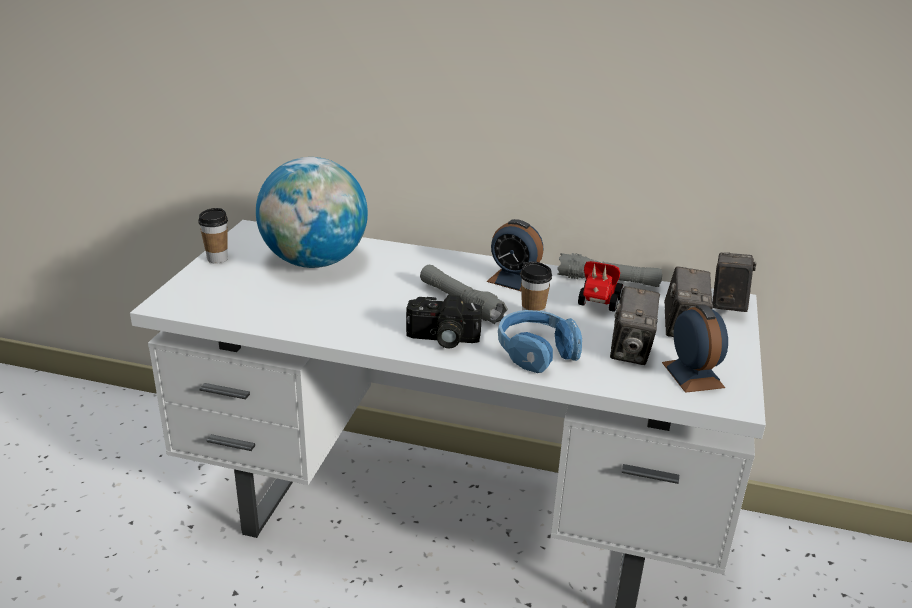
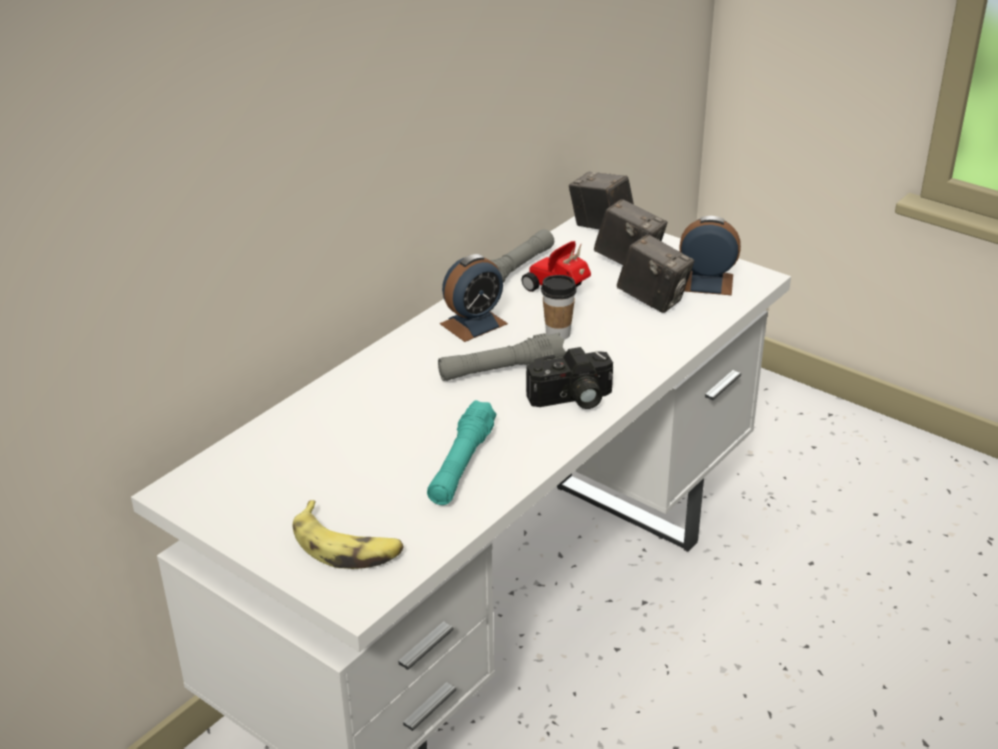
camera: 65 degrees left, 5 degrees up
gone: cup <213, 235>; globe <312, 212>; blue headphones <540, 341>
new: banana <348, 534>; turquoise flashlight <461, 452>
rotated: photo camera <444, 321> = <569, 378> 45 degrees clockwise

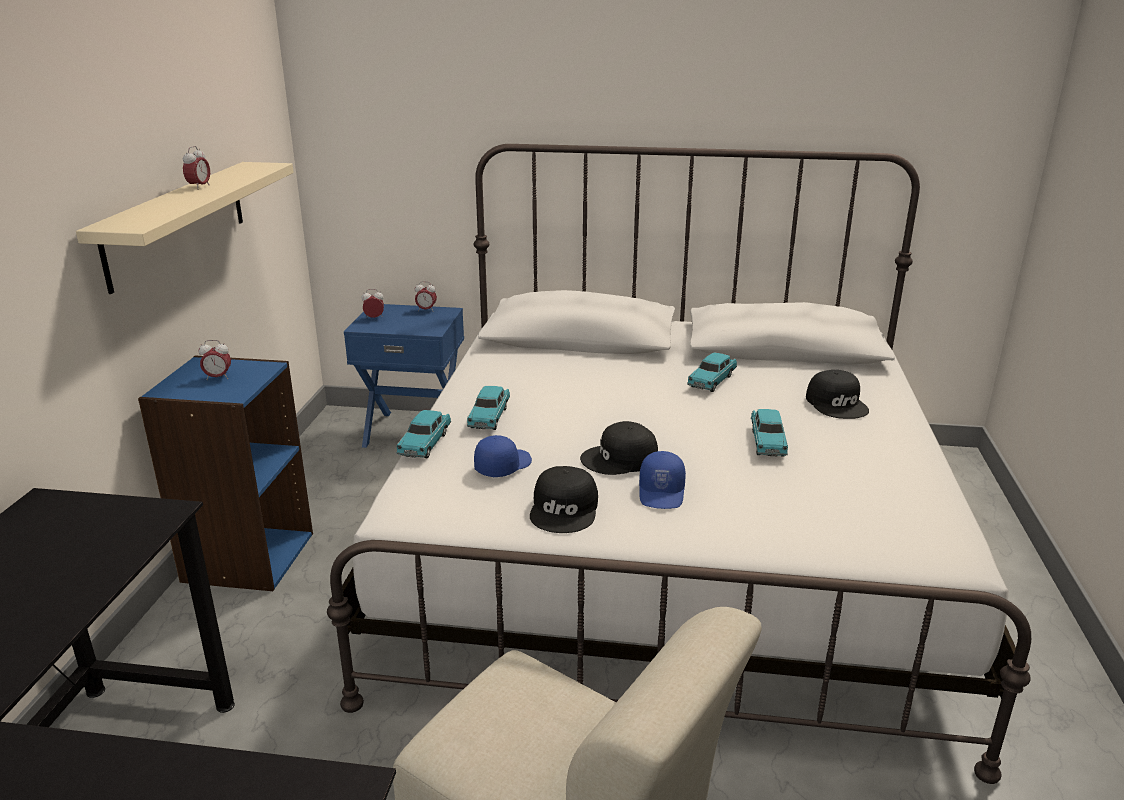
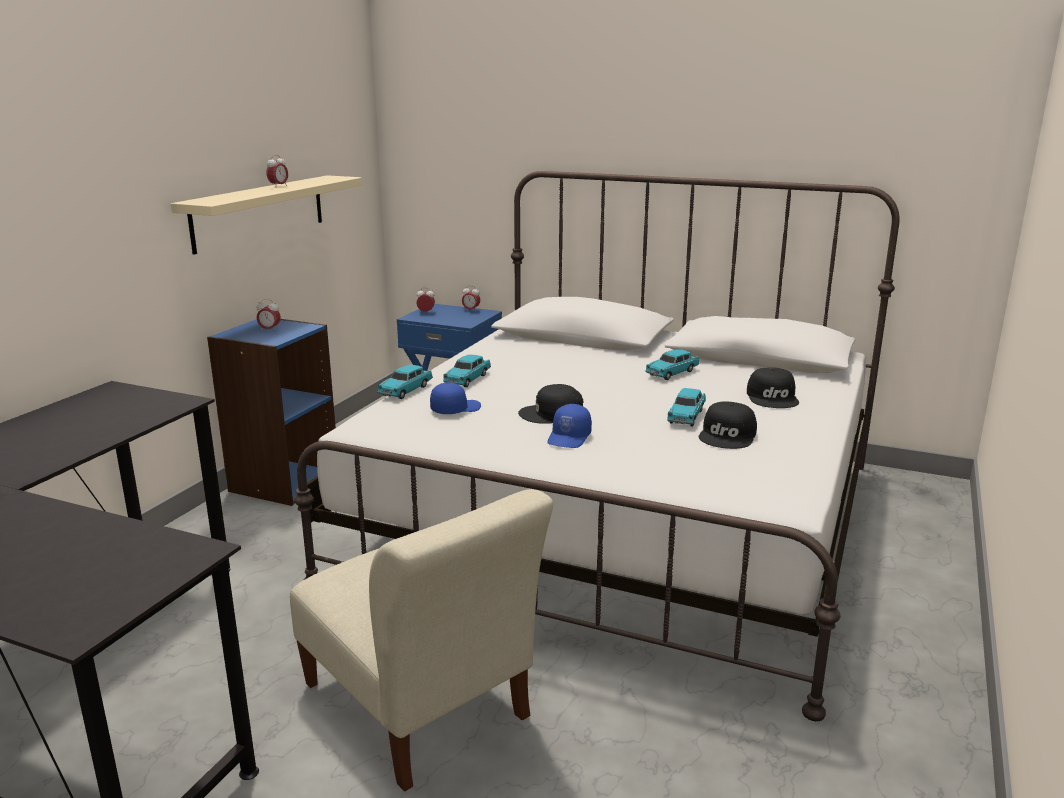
camera: 15 degrees right, 5 degrees down
shifted: black cap <564, 499> to <728, 425>

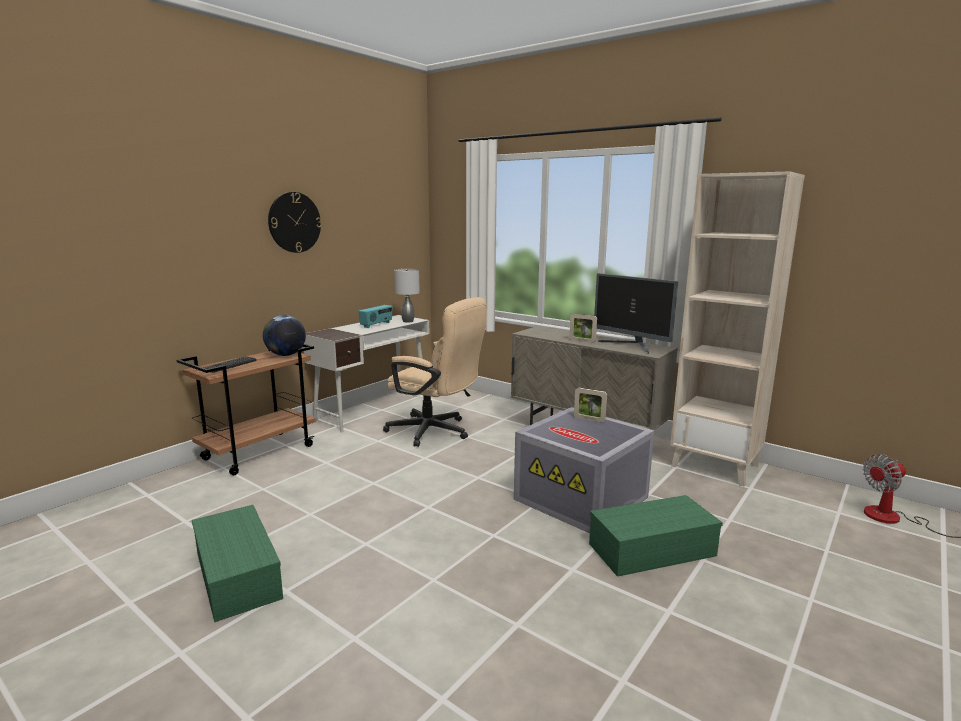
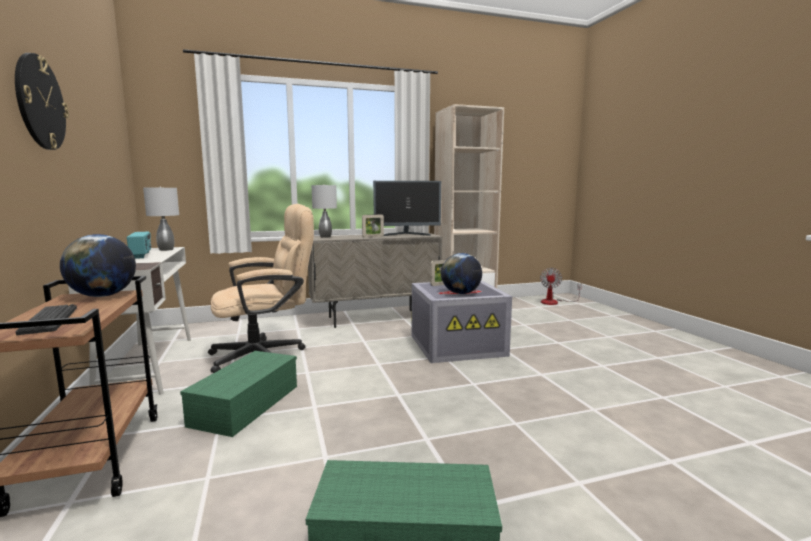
camera: 55 degrees left, 5 degrees down
new: grey table lamp <324, 211>; globe <461, 273>
shifted: green storage box <656, 536> to <238, 394>

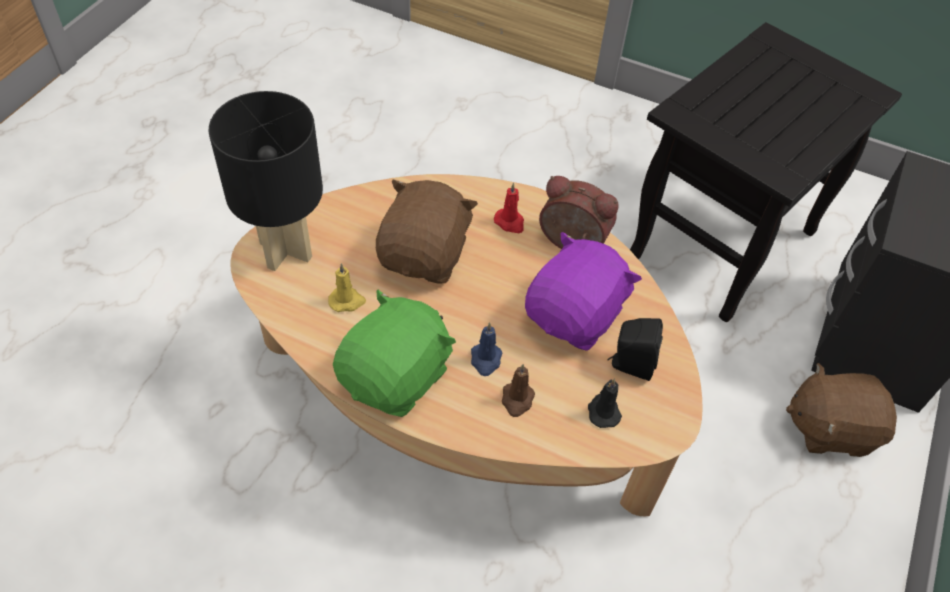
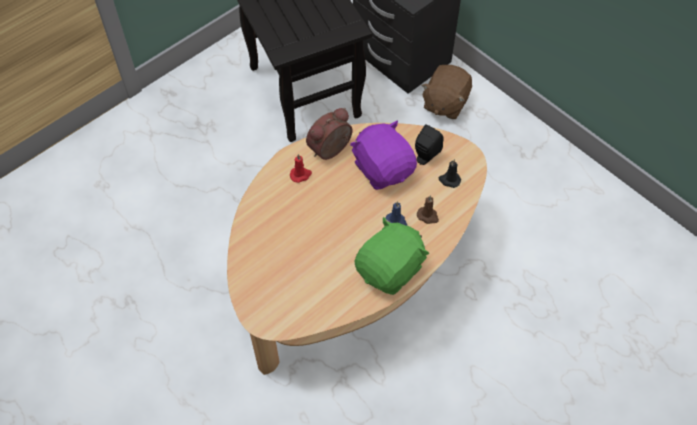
camera: 65 degrees left, 5 degrees up
gone: black table lamp <266, 181>; yellow candle <347, 287>; brown plush toy <427, 231>
rotated: green plush toy <394, 353> = <392, 256> 75 degrees clockwise

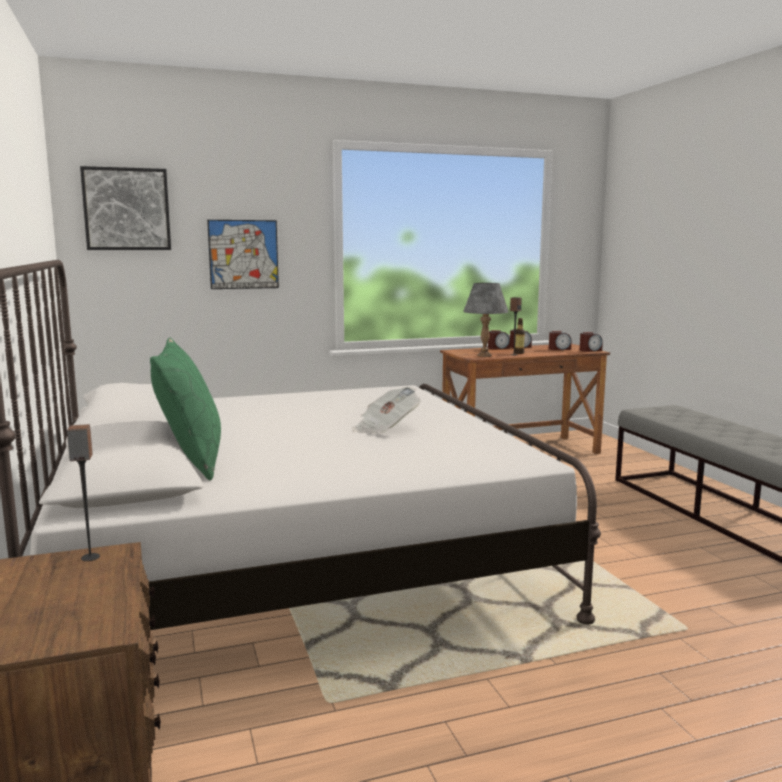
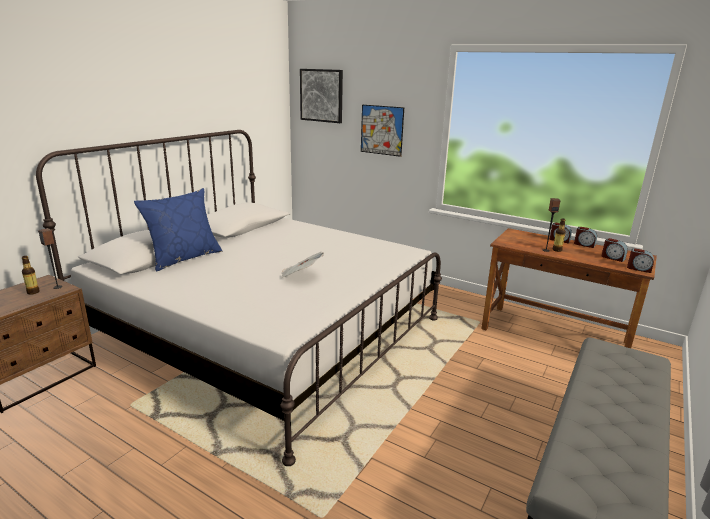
camera: 50 degrees right, 10 degrees up
gone: grey table lamp <485, 320>
new: bottle <30, 275>
repainted: green pillow <185, 409> to blue pillow <178, 230>

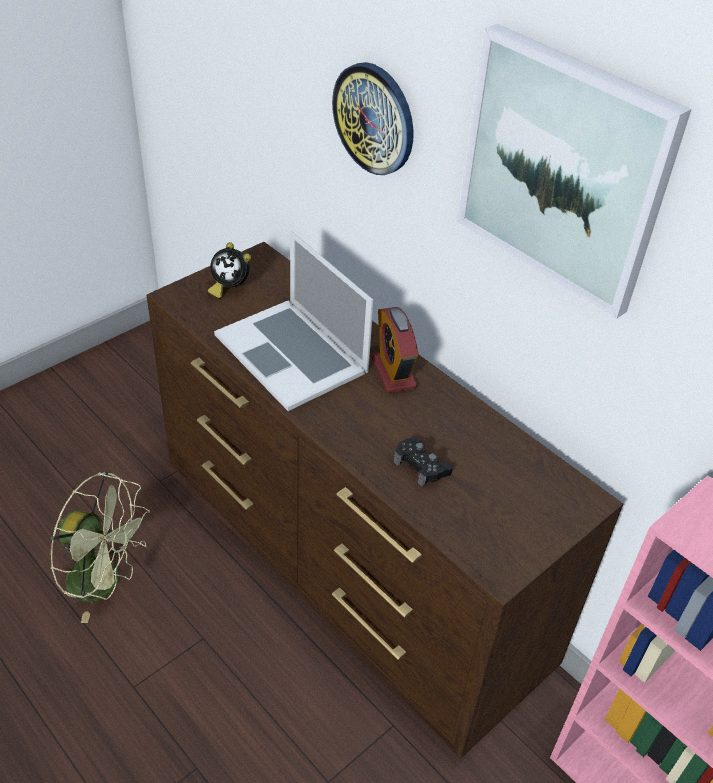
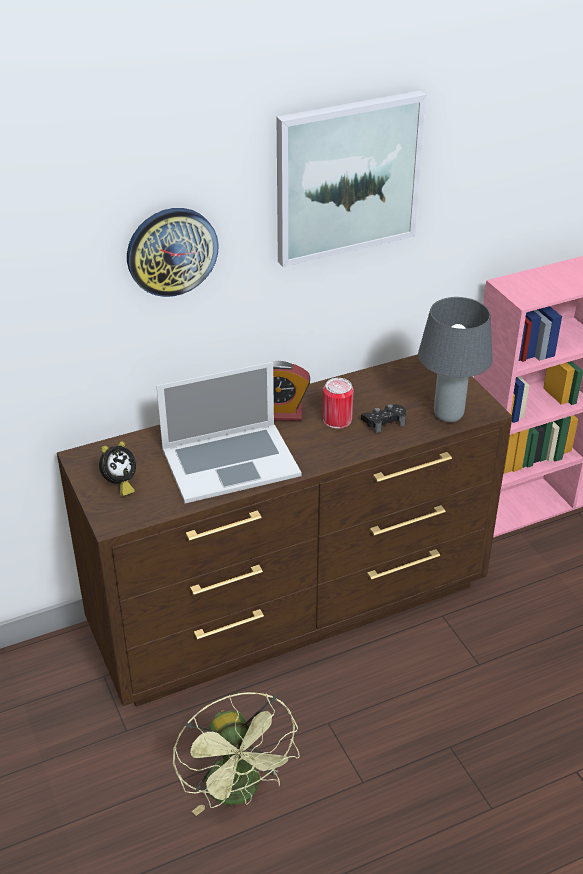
camera: 70 degrees left, 5 degrees down
new: can <338, 403>; grey table lamp <455, 360>
rotated: green fan <100, 547> = <236, 754> 120 degrees clockwise

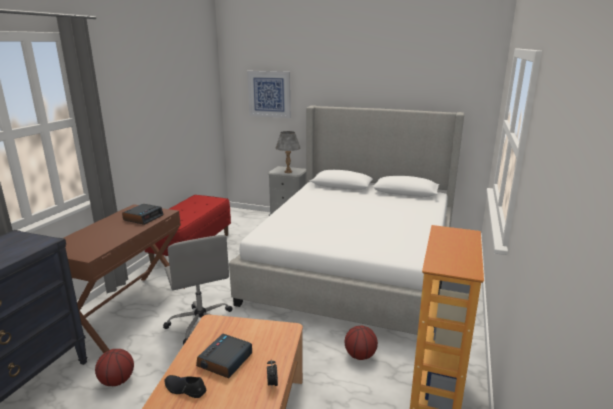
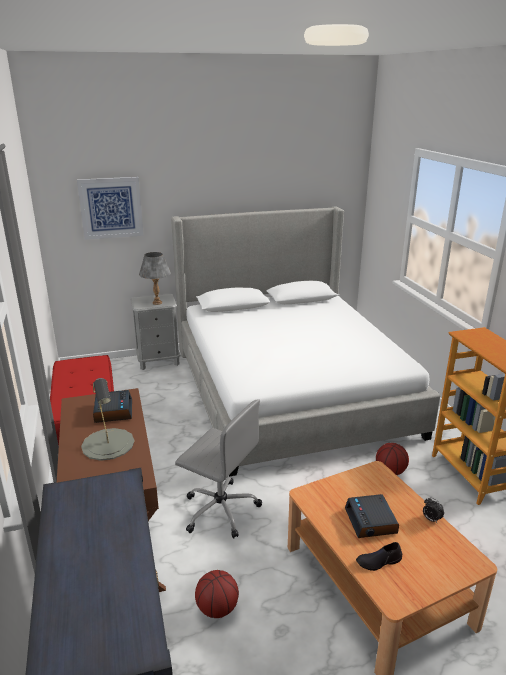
camera: 35 degrees left, 5 degrees up
new: grey table lamp <108, 419>

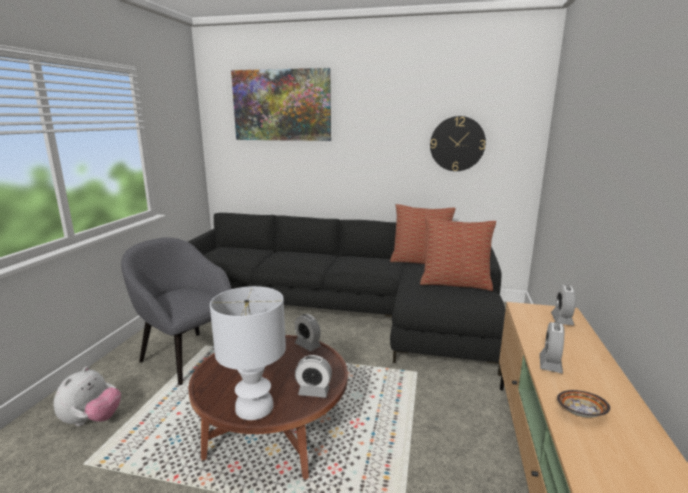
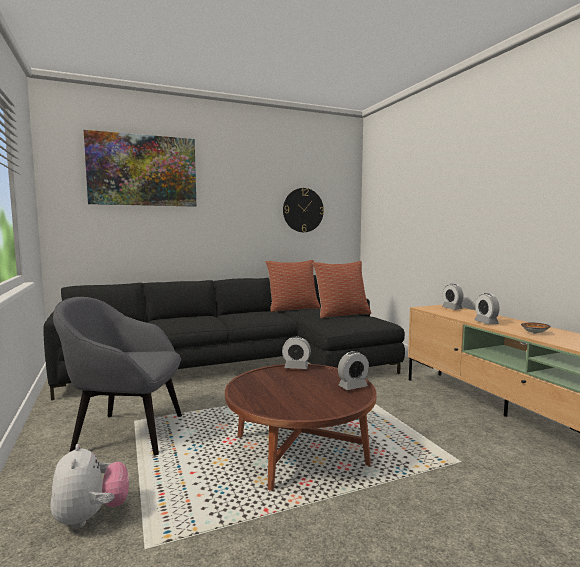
camera: 35 degrees left, 10 degrees down
gone: white table lamp <248, 353>

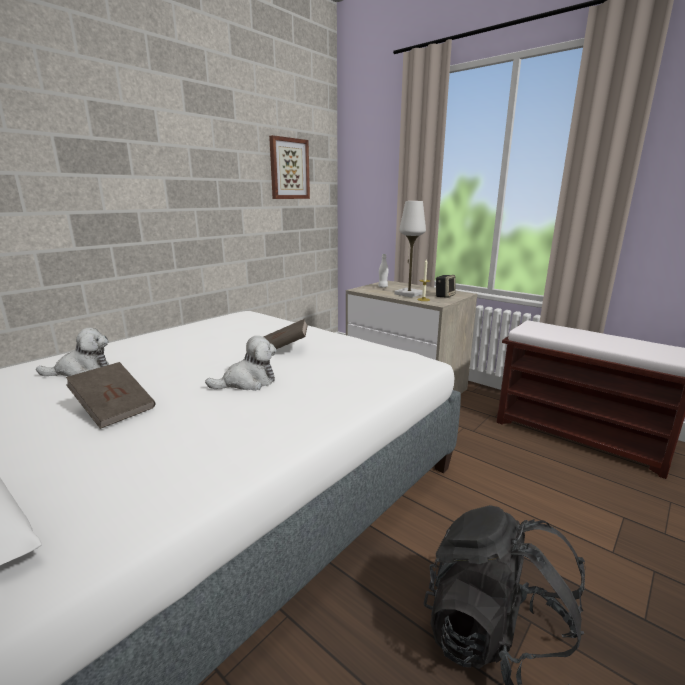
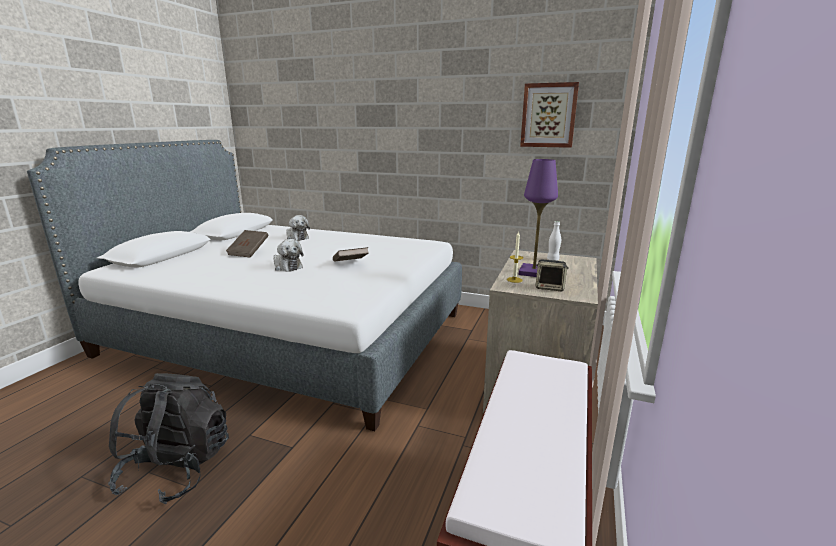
camera: 70 degrees right, 0 degrees up
repainted: white table lamp <410, 249> to purple table lamp <538, 218>

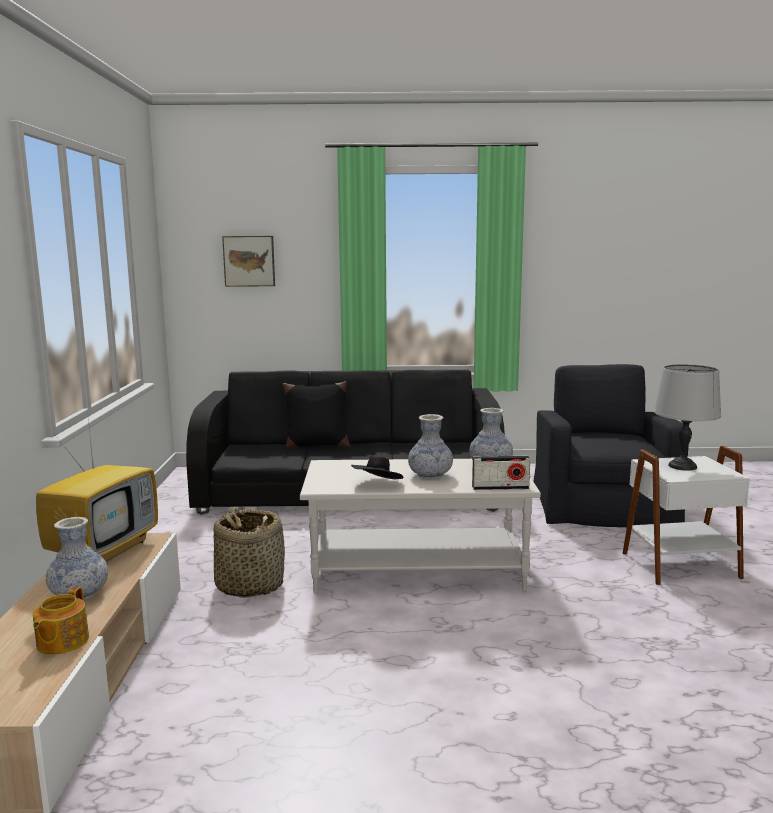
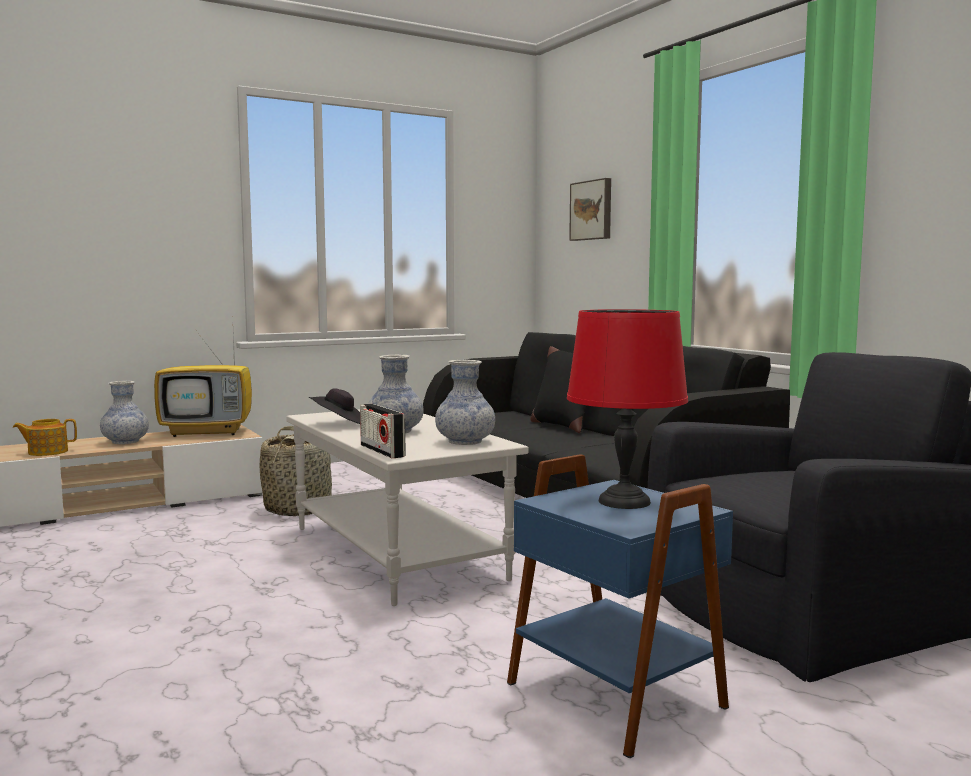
camera: 60 degrees right, 5 degrees down
repainted: white side table <686, 515> to blue side table <620, 606>; grey table lamp <687, 417> to red table lamp <627, 409>

